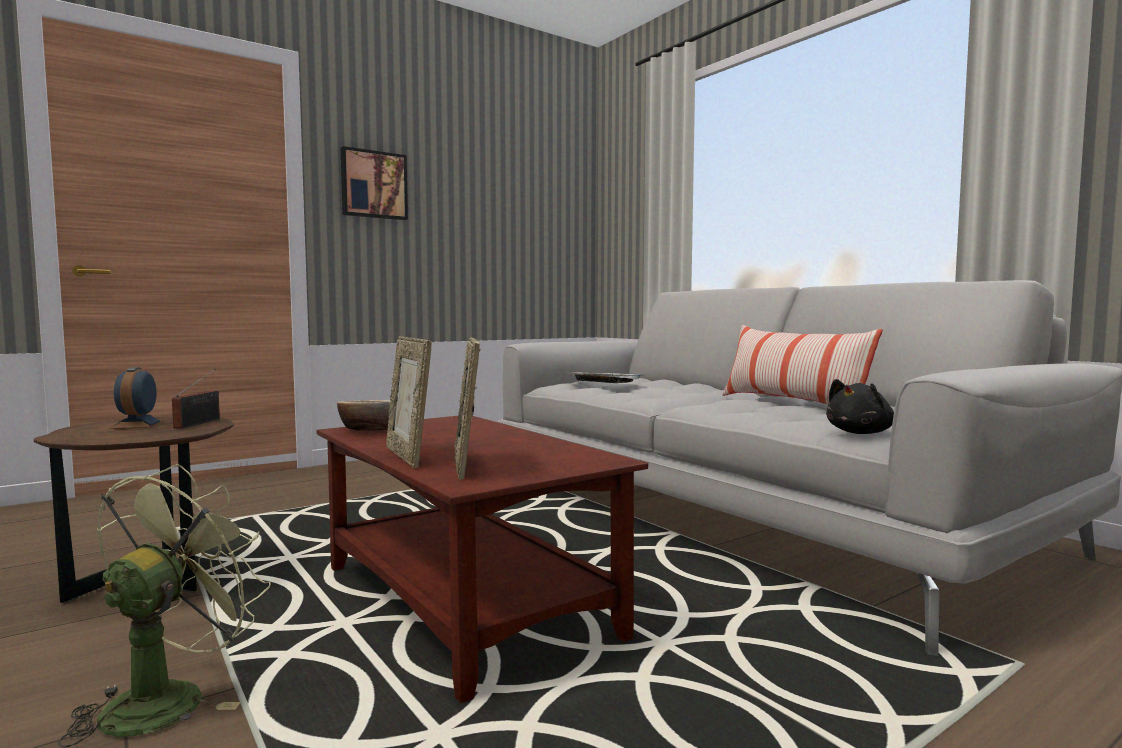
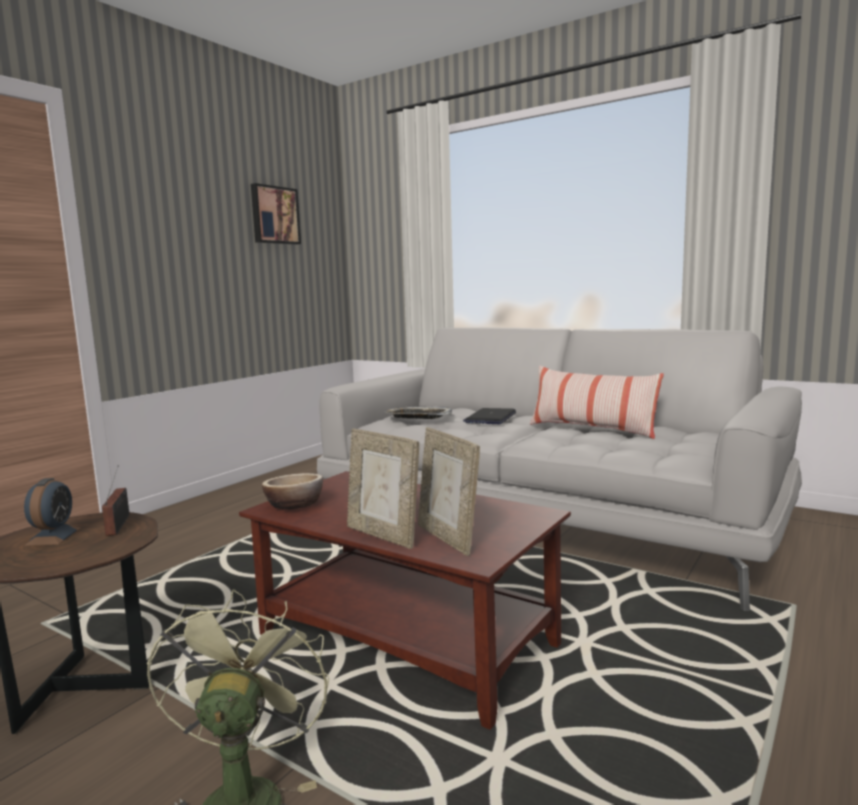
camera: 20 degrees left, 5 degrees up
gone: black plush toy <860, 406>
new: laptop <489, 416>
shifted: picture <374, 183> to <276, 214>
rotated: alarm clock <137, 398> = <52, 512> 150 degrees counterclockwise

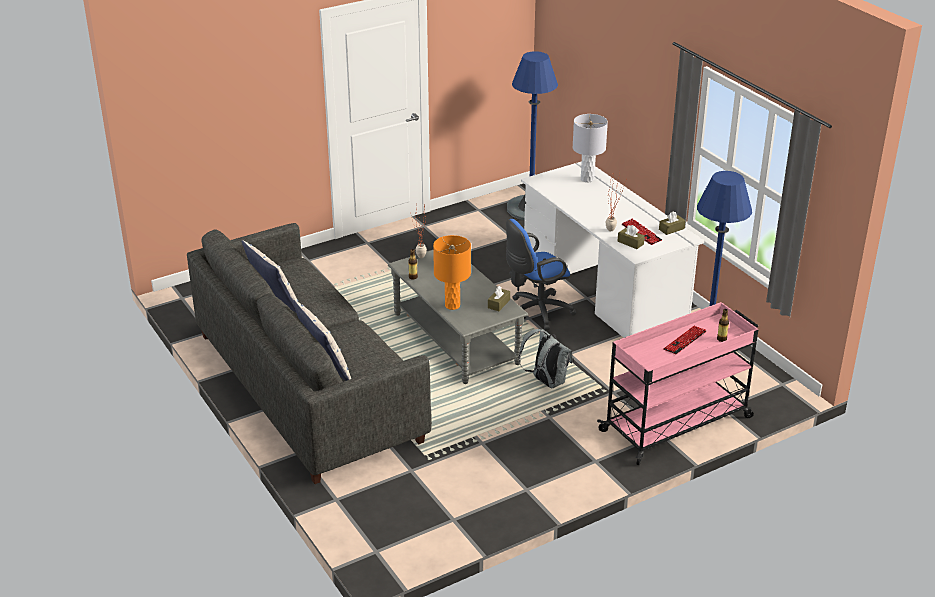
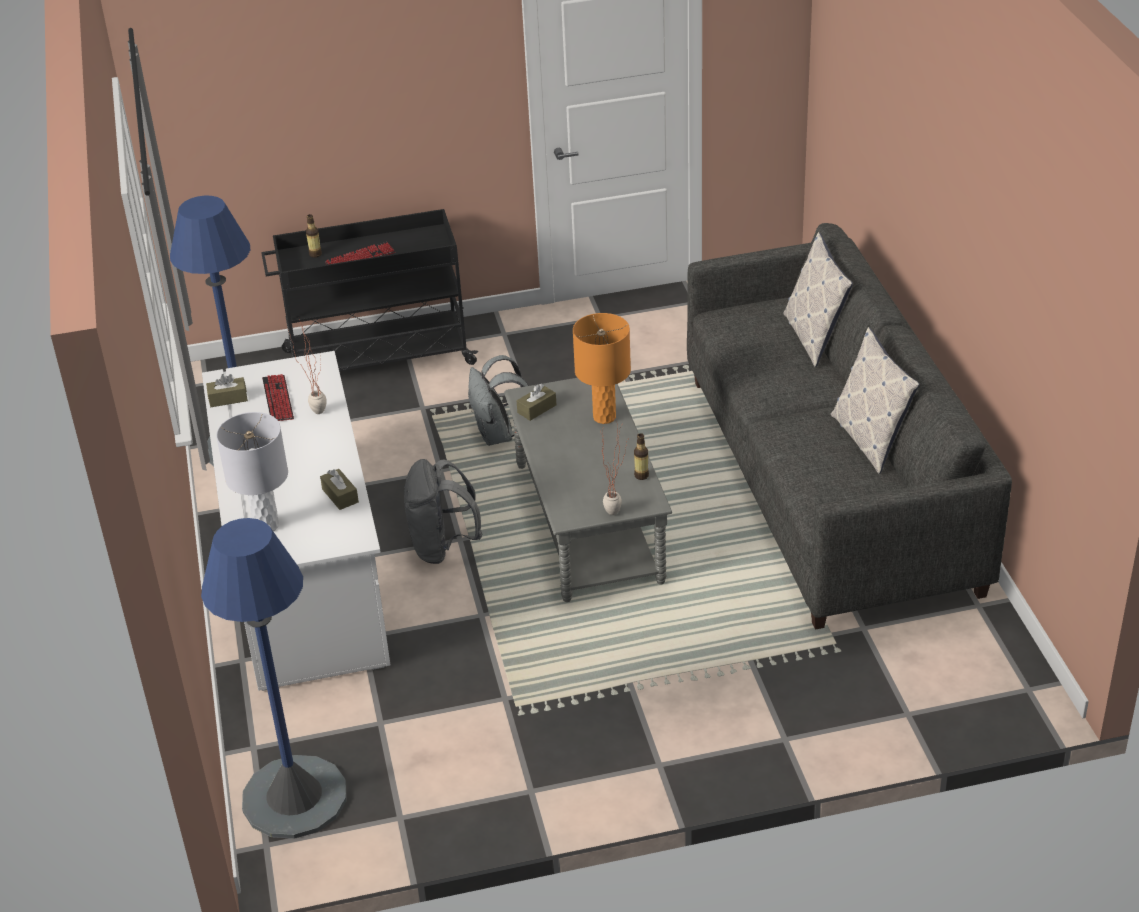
camera: 160 degrees left, 5 degrees up
shifted: brown tissue box <631, 237> to <339, 489>
swapped: blue office chair <541, 274> to grey backpack <443, 511>
repainted: pink cart <678, 383> to black cart <369, 290>

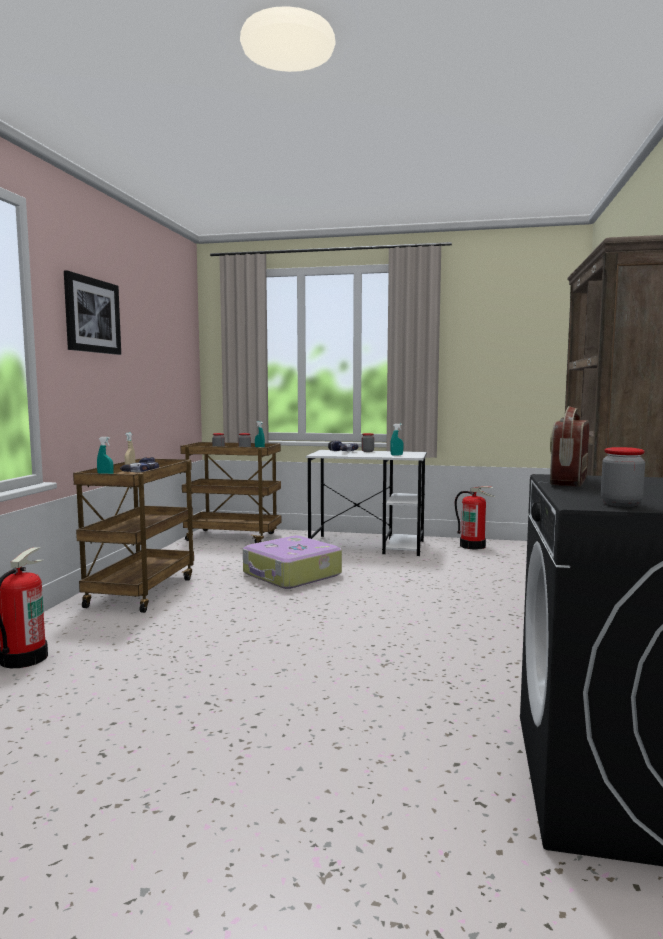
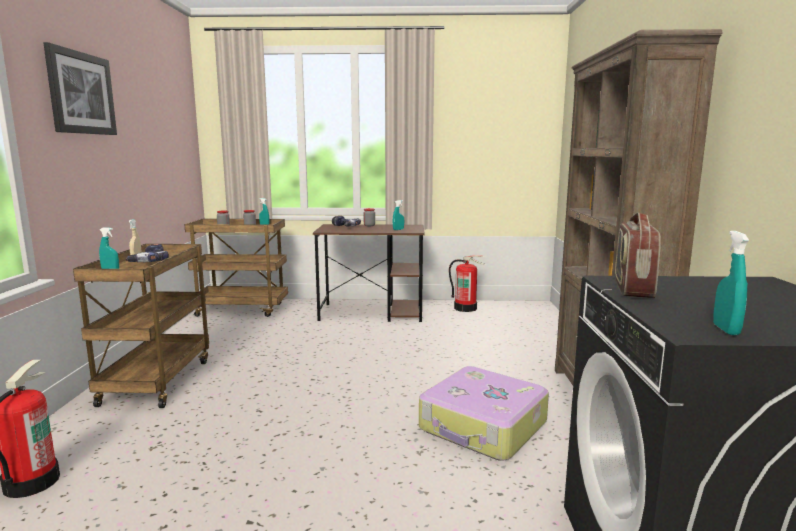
camera: 10 degrees left, 5 degrees up
shifted: suitcase <292, 562> to <484, 413>
swapped: jar <623, 477> to turquoise spray bottle <731, 283>
repainted: white desk <366, 503> to brown desk <369, 273>

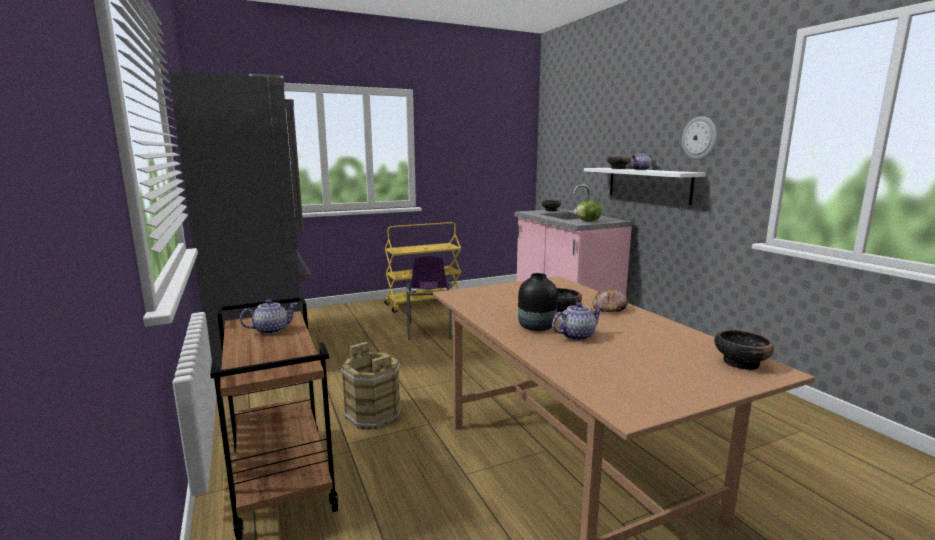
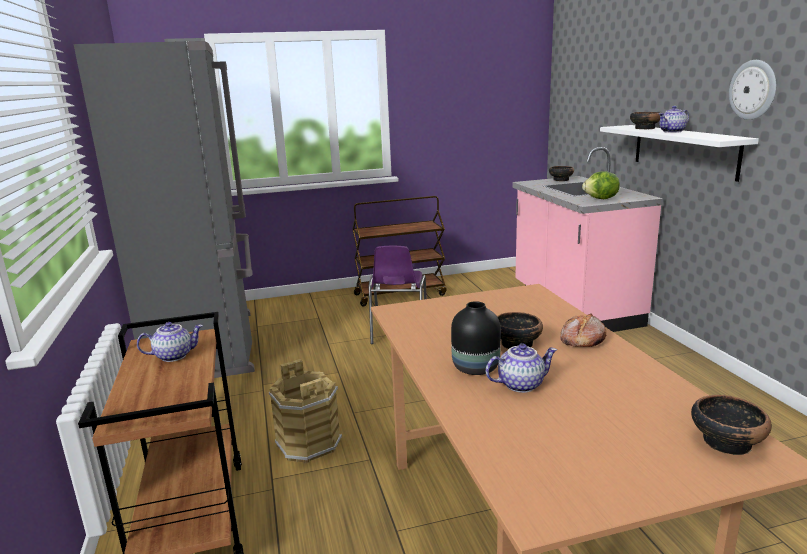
camera: 10 degrees right, 5 degrees up
repainted: yellow cart <422, 267> to brown cart <399, 251>

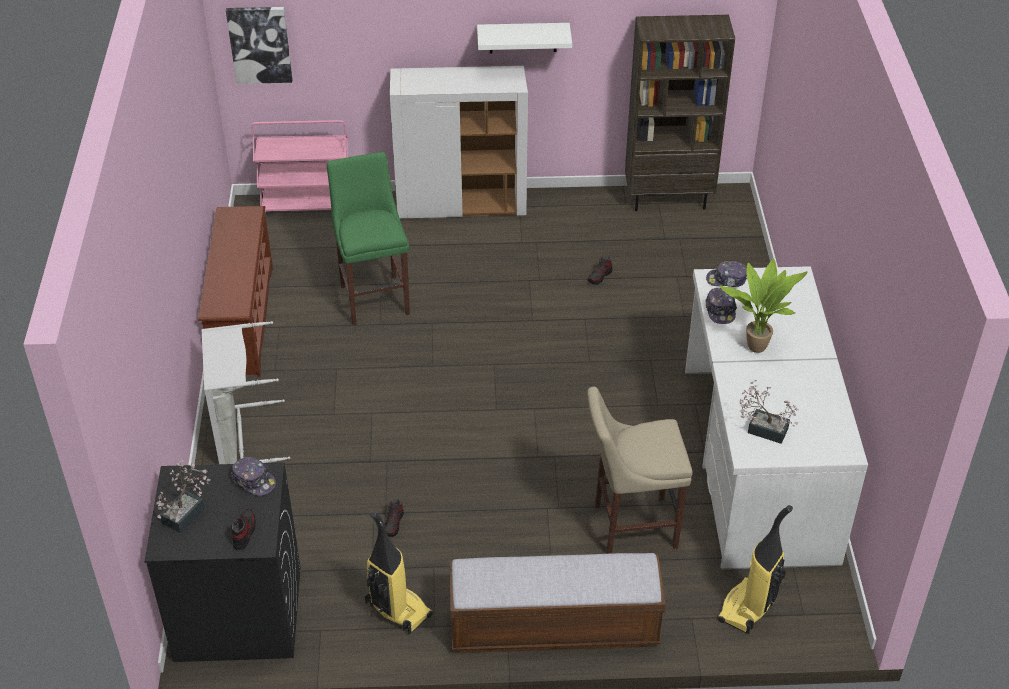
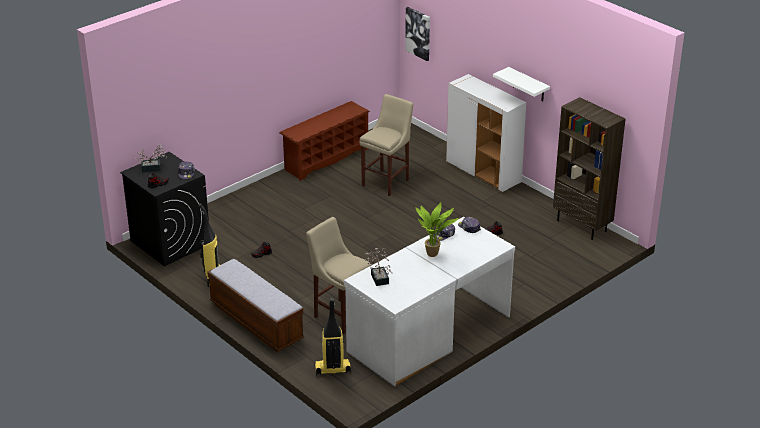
camera: 50 degrees right, 10 degrees down
gone: grey laundry basket <245, 392>; pink cart <299, 167>
repainted: green stool <368, 238> to beige stool <386, 145>

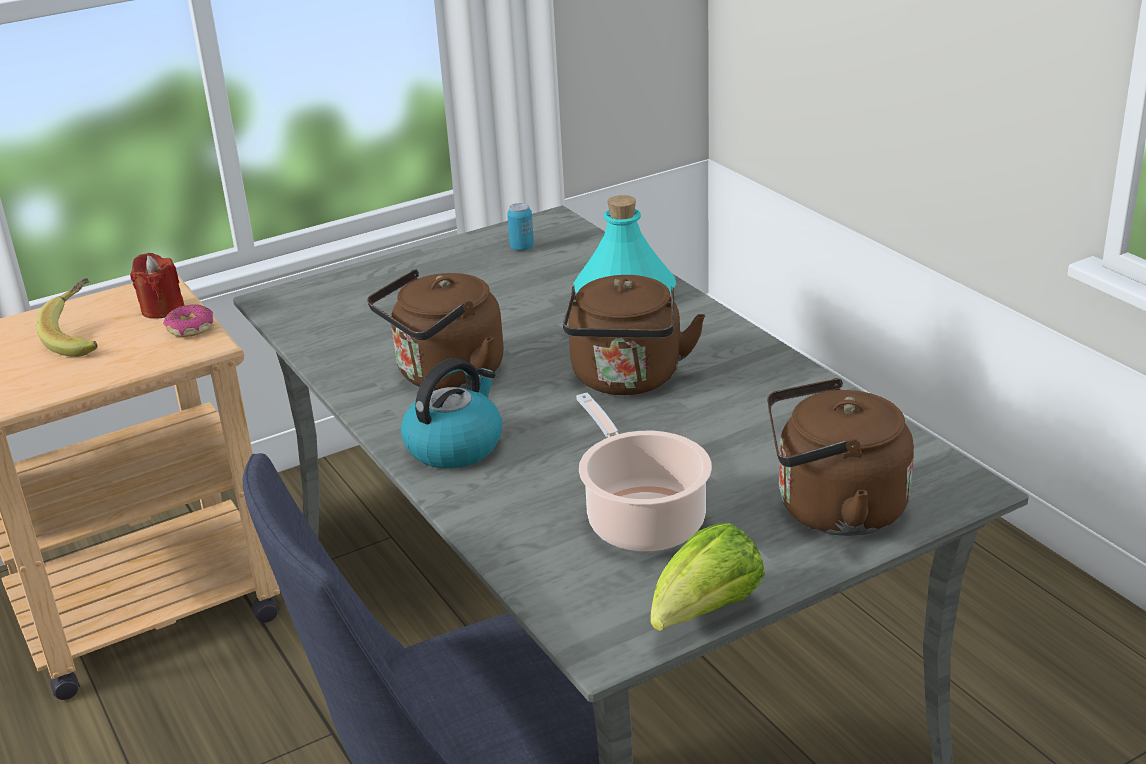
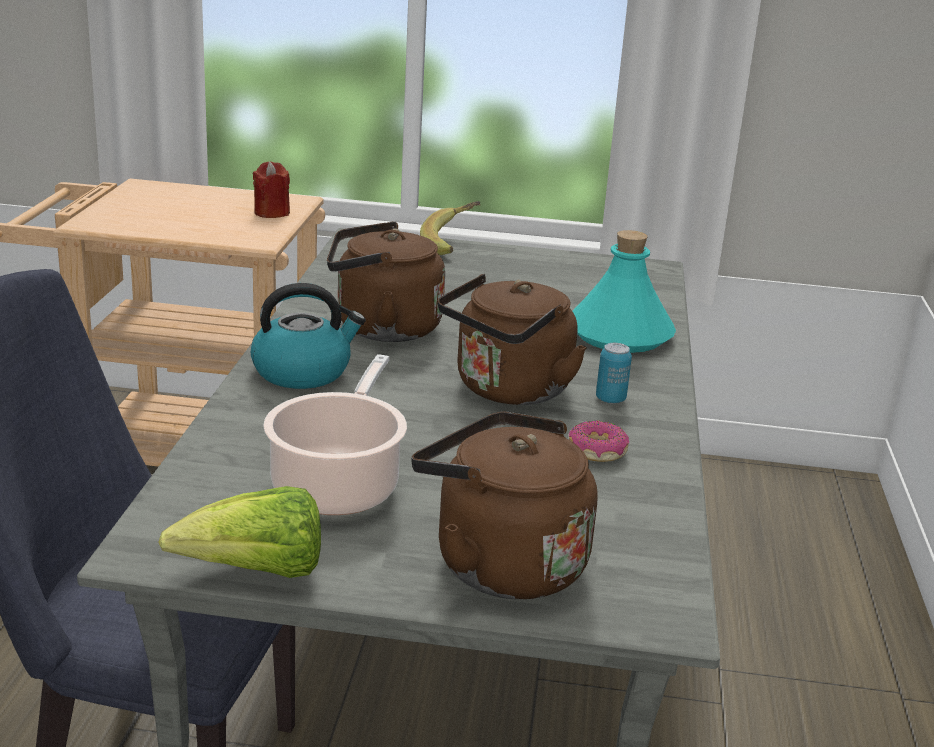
camera: 35 degrees right, 5 degrees down
shifted: banana <67, 317> to <450, 228>; donut <188, 320> to <599, 441>; can <520, 227> to <614, 373>

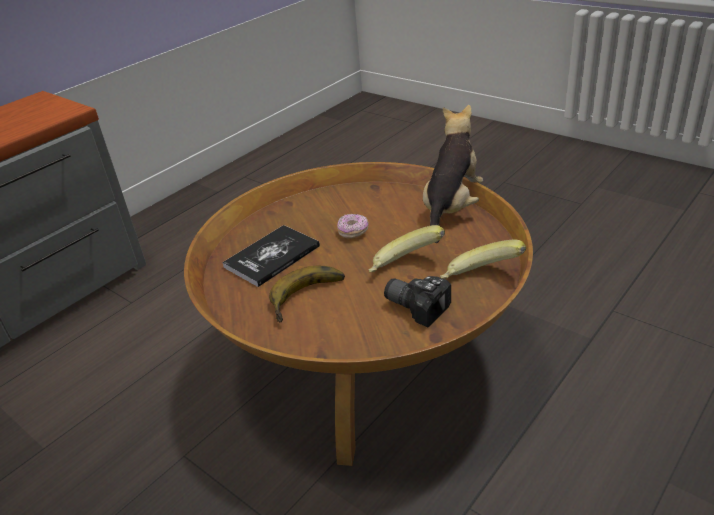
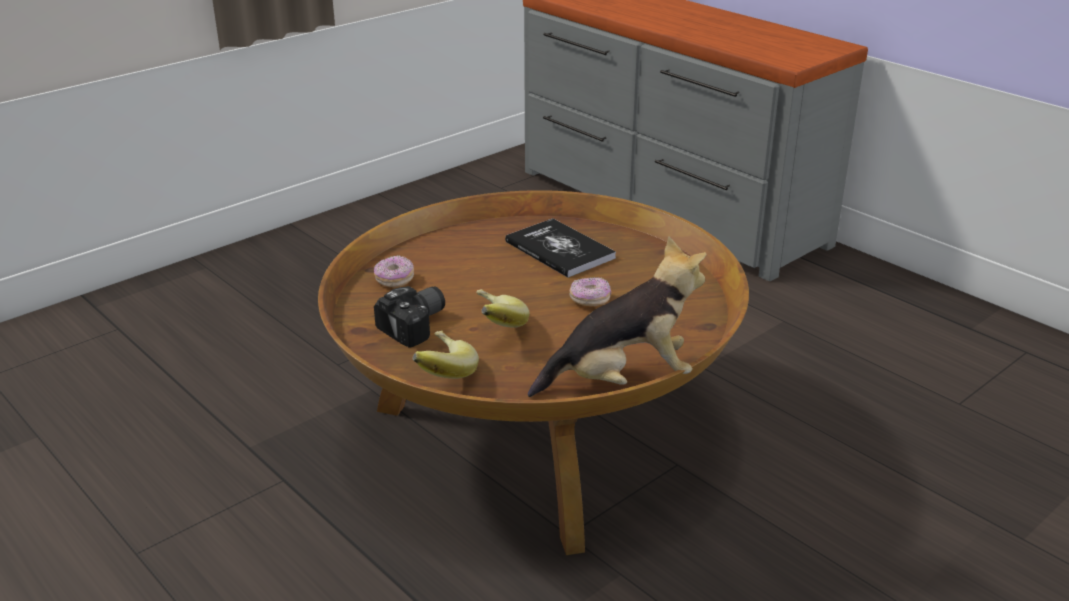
camera: 95 degrees right, 5 degrees down
gone: banana <307, 294>
new: donut <394, 272>
rotated: plush toy <453, 174> = <617, 316> 45 degrees counterclockwise

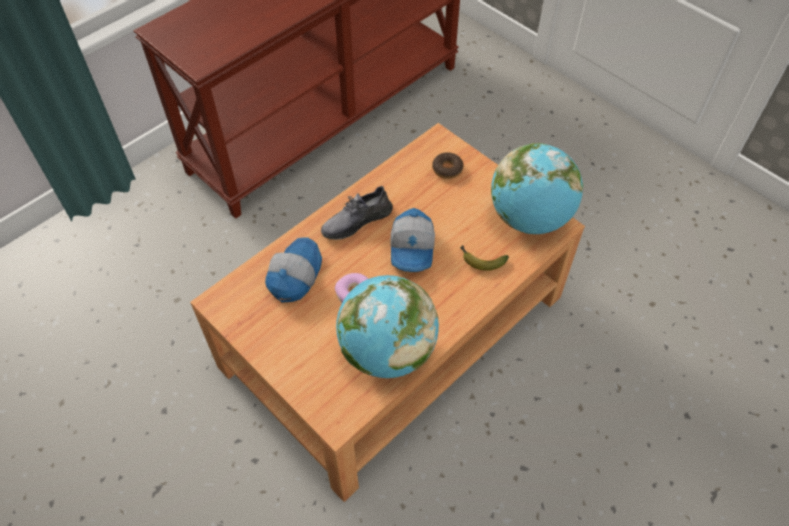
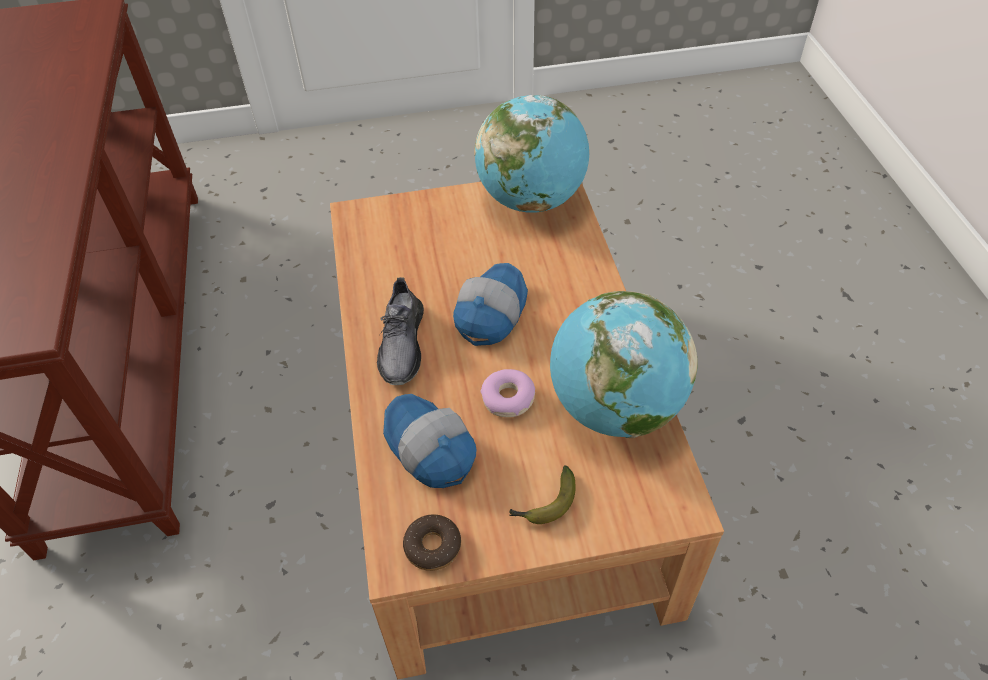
camera: 55 degrees left, 5 degrees down
shifted: donut <448, 165> to <432, 542>; banana <484, 258> to <542, 494>
rotated: cap <413, 240> = <490, 304> 105 degrees counterclockwise

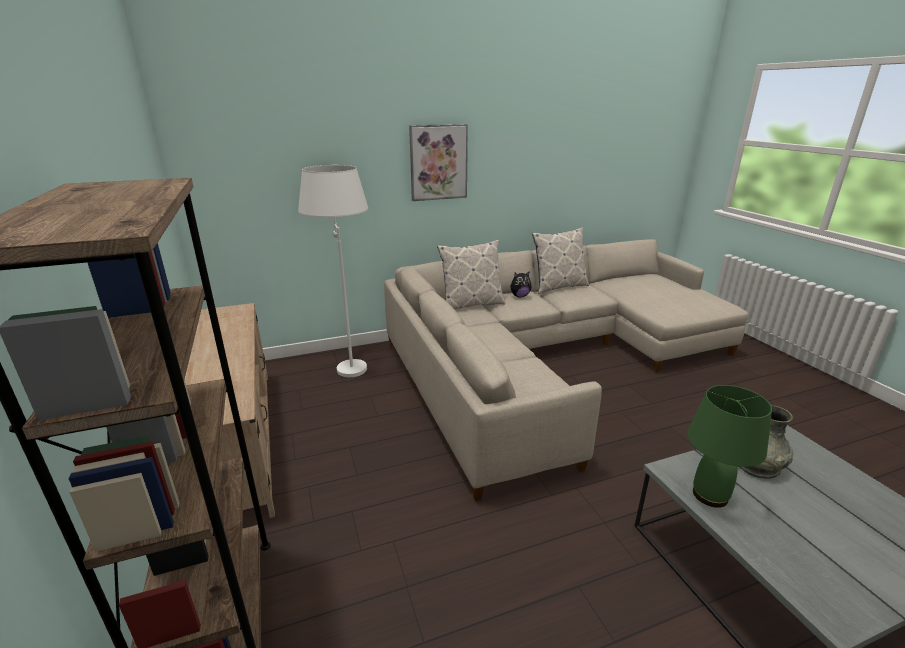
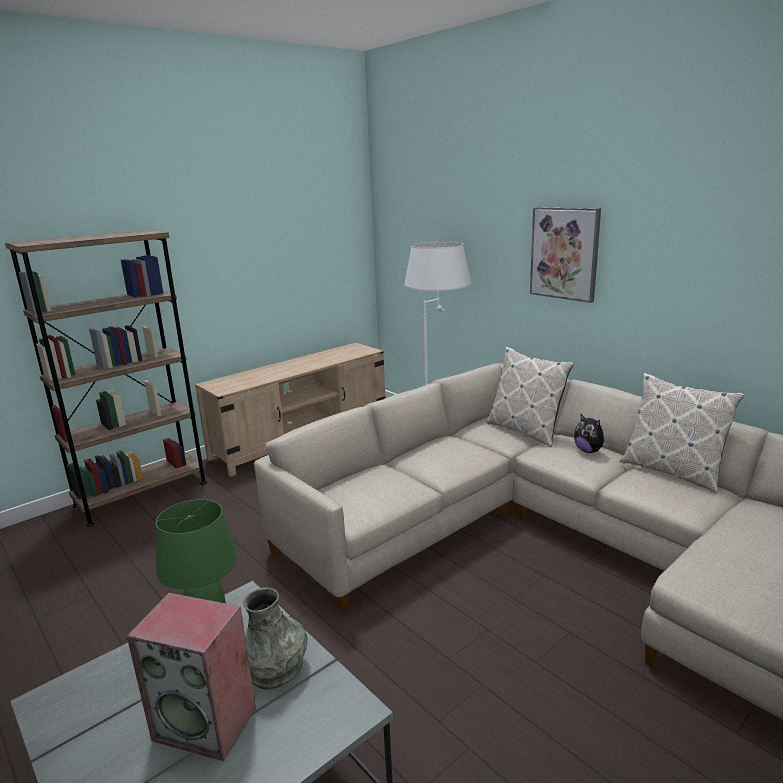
camera: 70 degrees right, 5 degrees down
new: speaker <191, 677>

